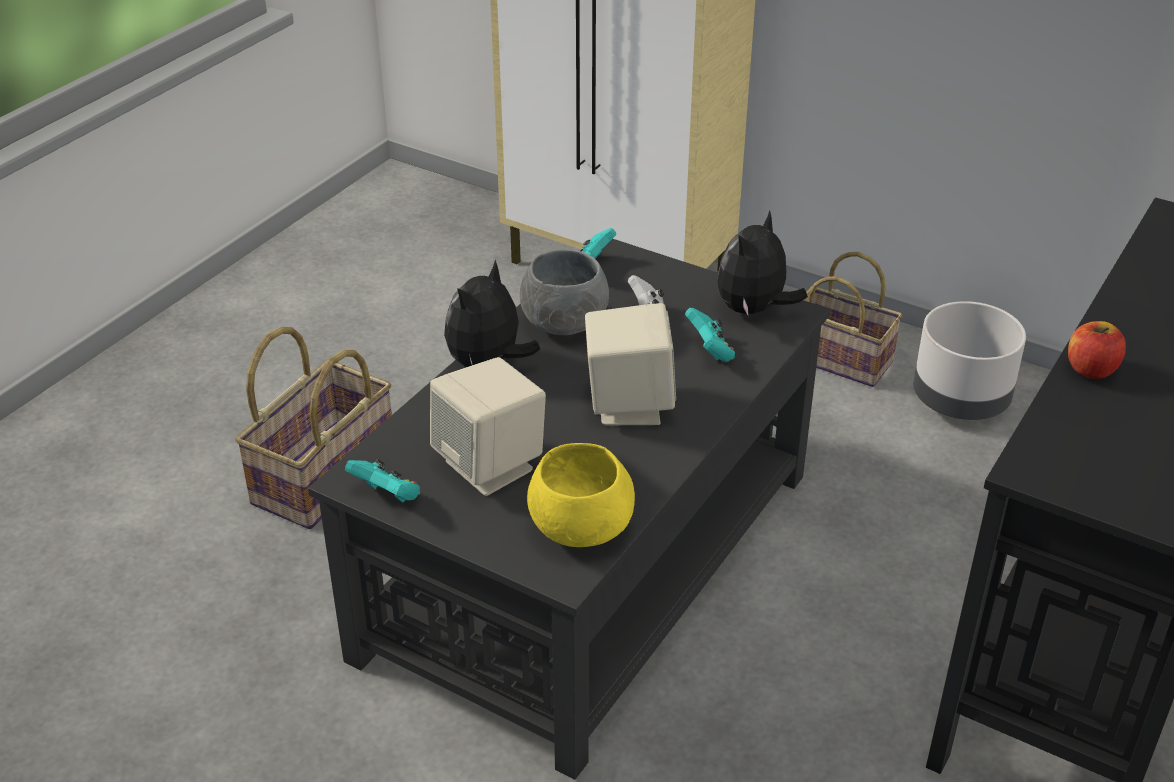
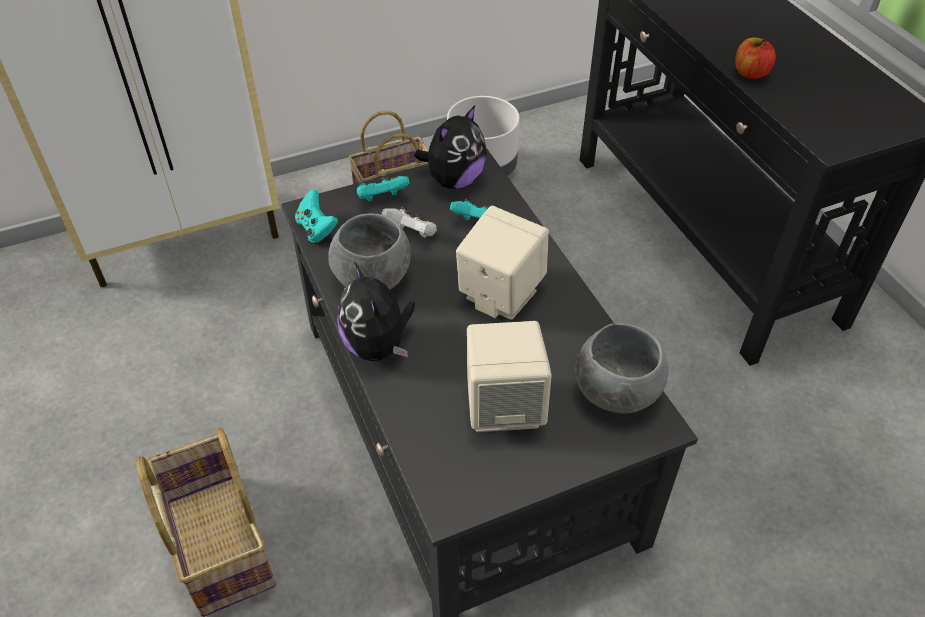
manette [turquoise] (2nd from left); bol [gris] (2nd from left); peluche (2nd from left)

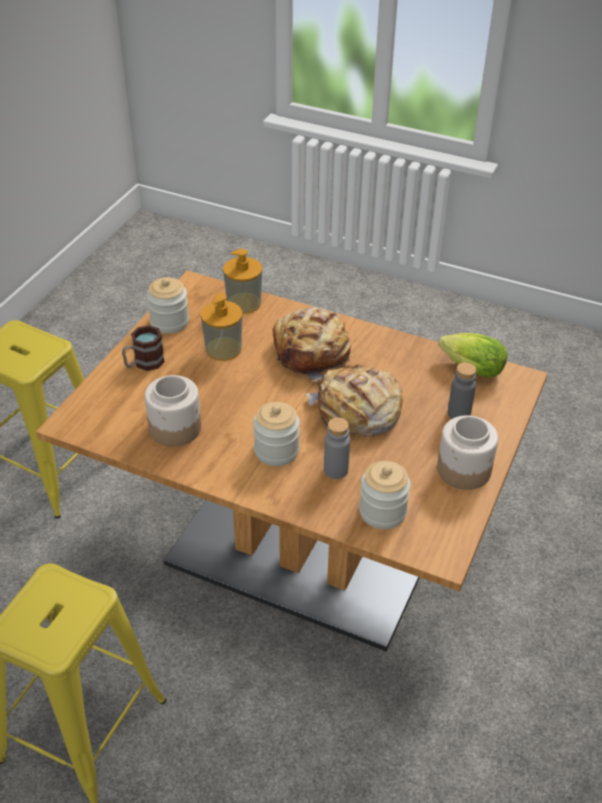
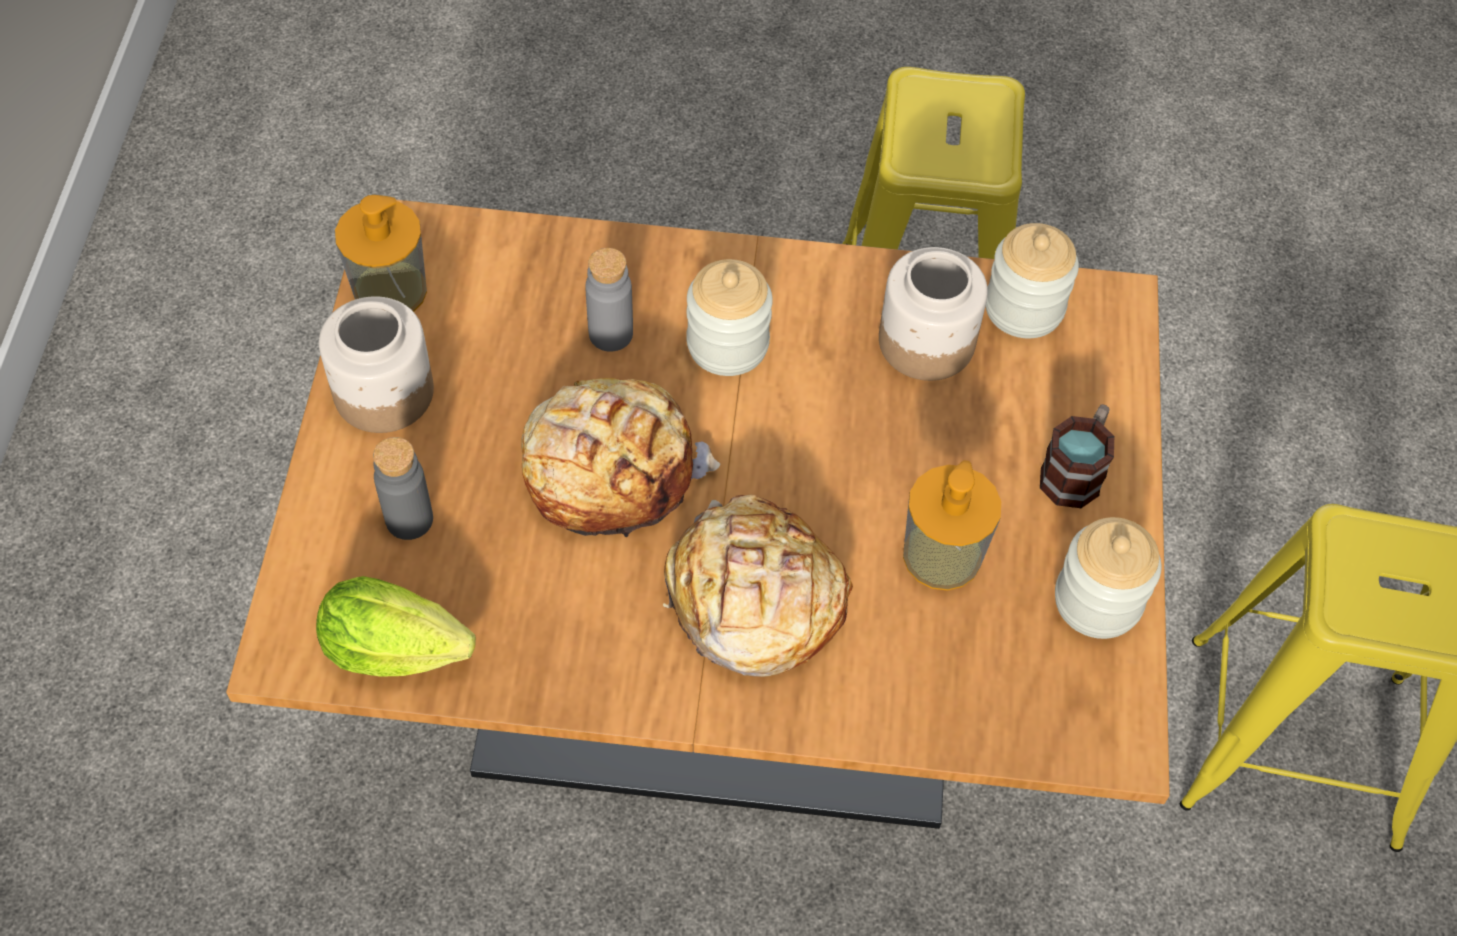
distributeur de savon (1st from left); bocal (4th from left)

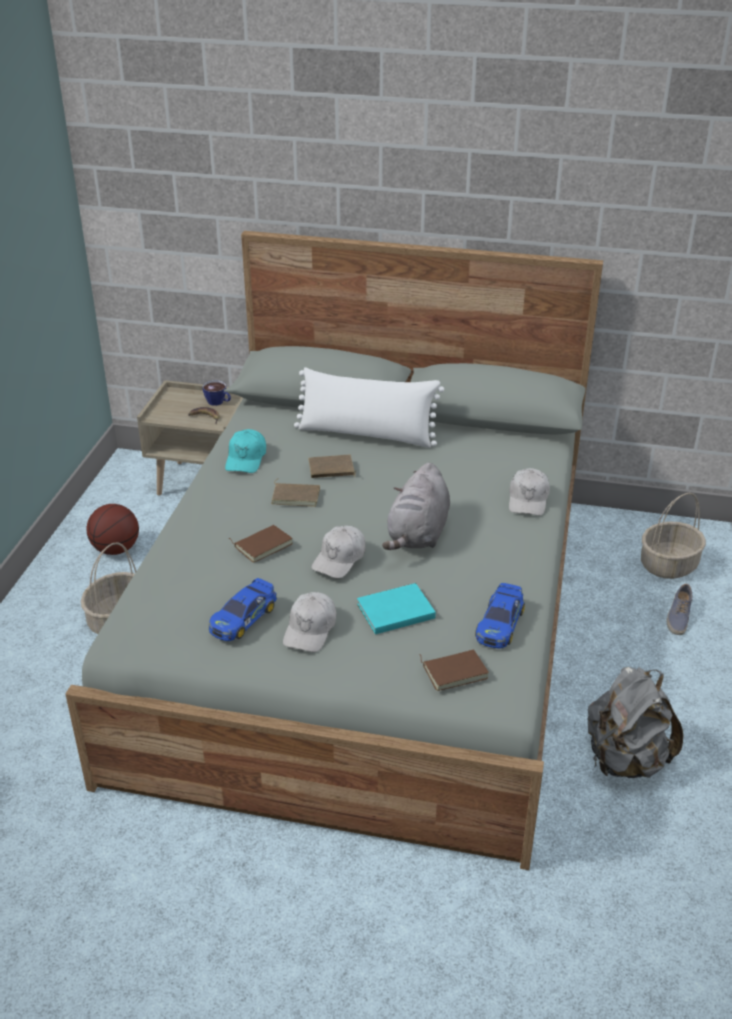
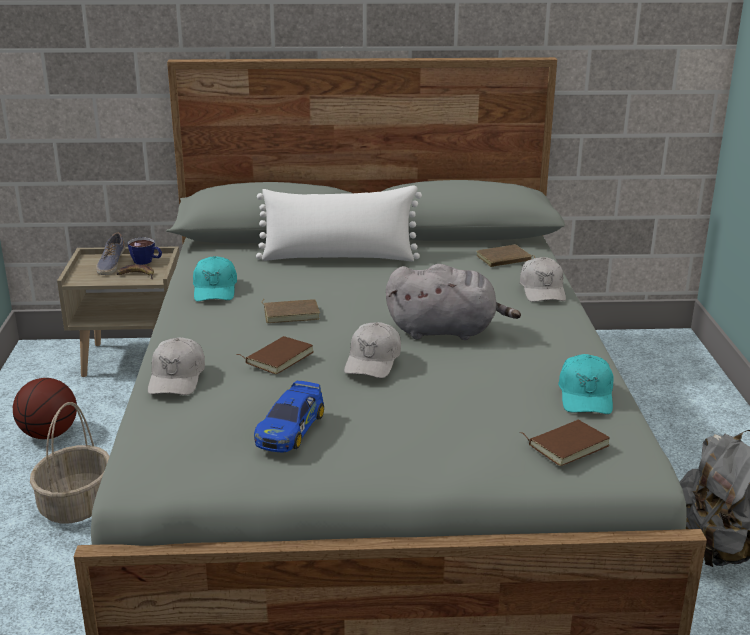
livre [turquoise]; panier (2nd from left in the first image); casquette [blanc] (1st from left); livre [marron] (3rd from left); chaussure; casquette [turquoise] (2nd from left); peluche [gris]

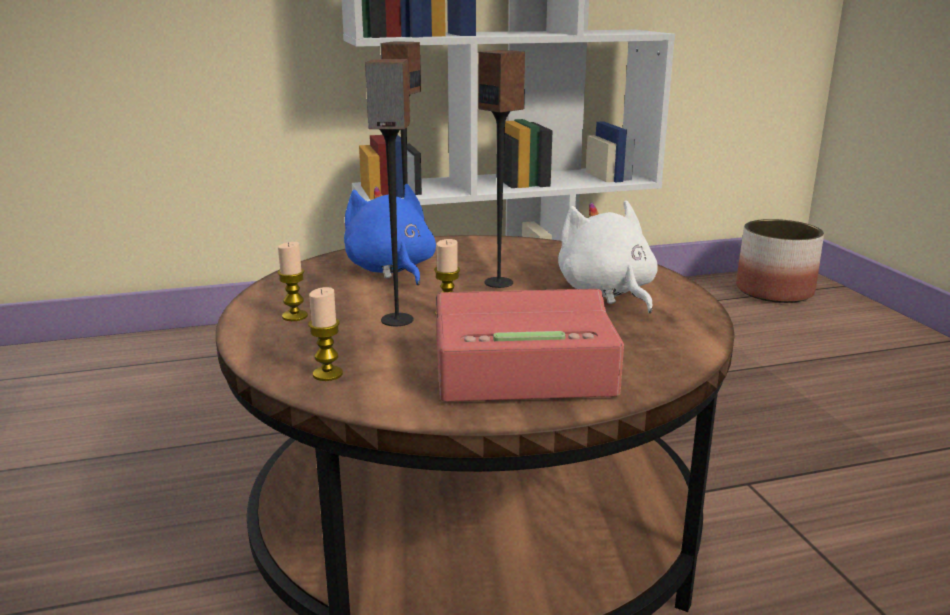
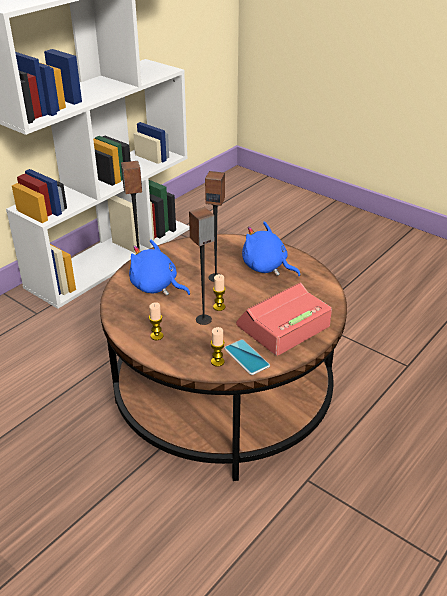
cache-pot; téléphone; peluche [bleu] (2nd from left)

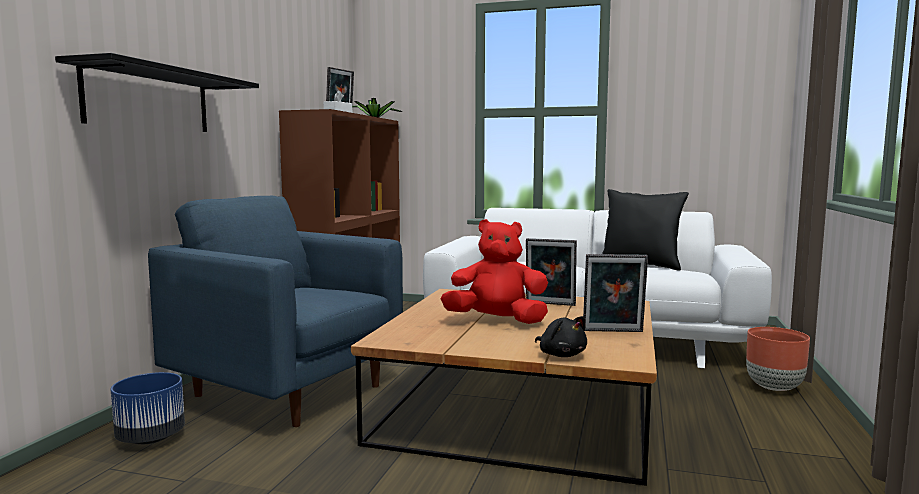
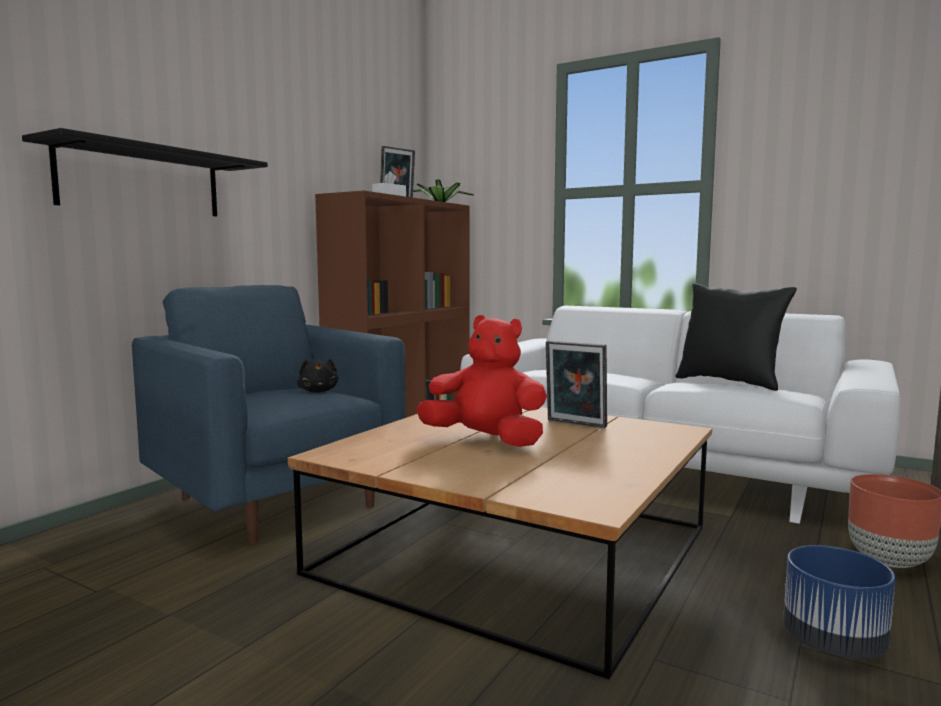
cadre photo (3rd from left in the first image); cache-pot [bleu]; peluche [noir]

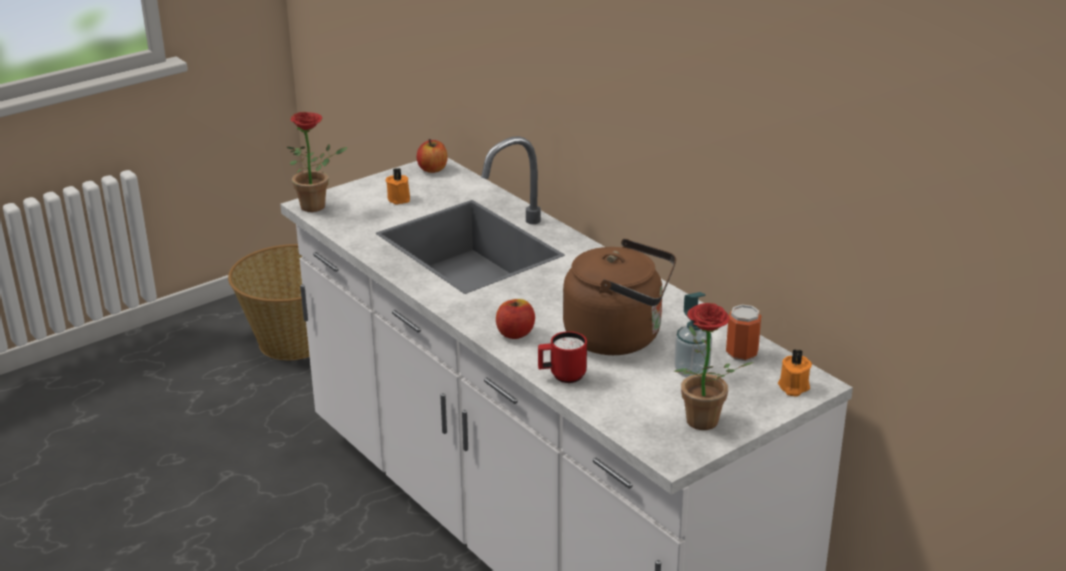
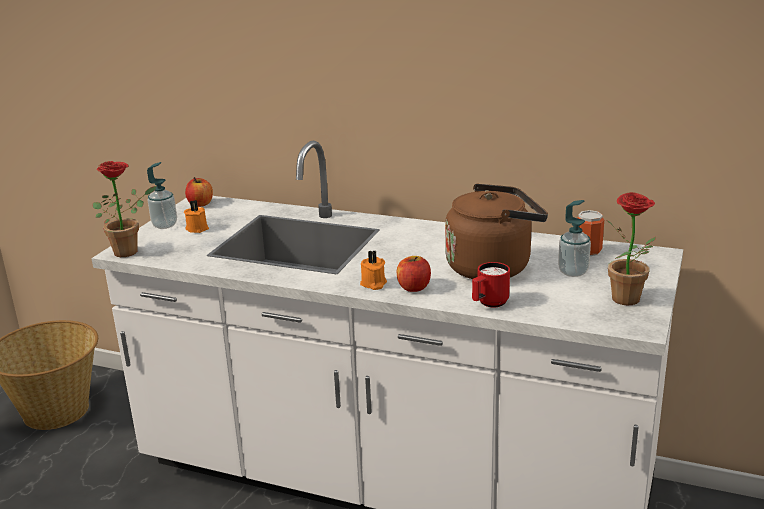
distributeur de savon (1st from left); bougie [orange] (2nd from left)

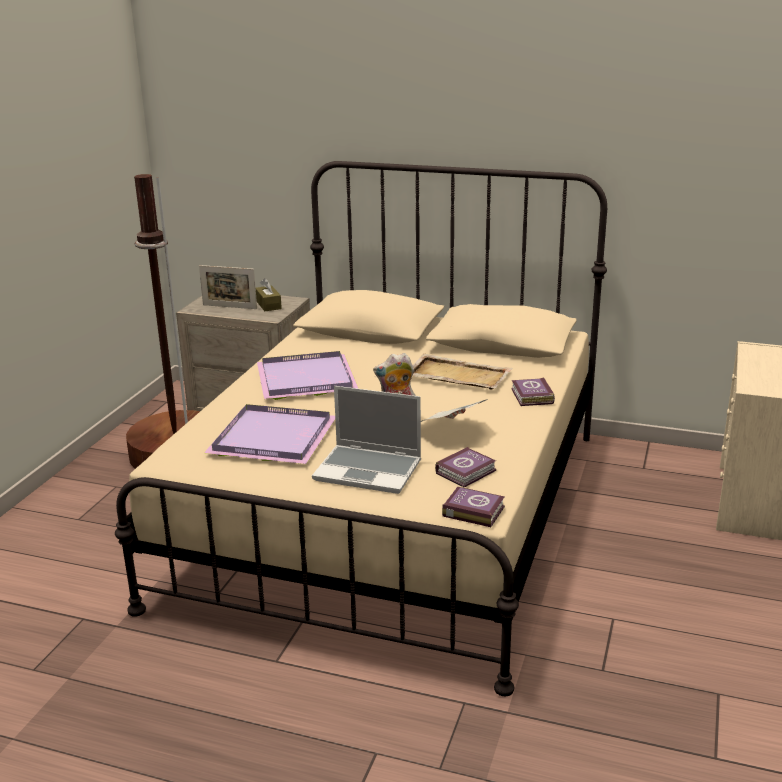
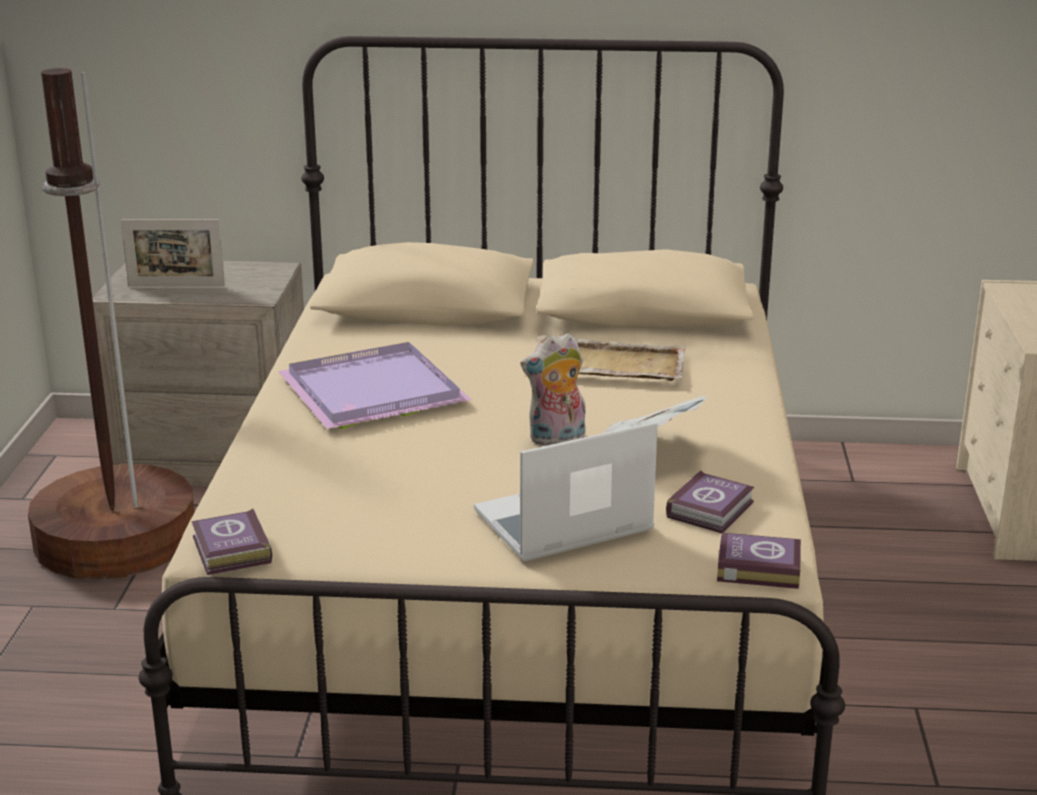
plateau [violet] (1st from left in the first image); boîte à mouchoirs [marron]; livre (1st from left); ordinateur portable

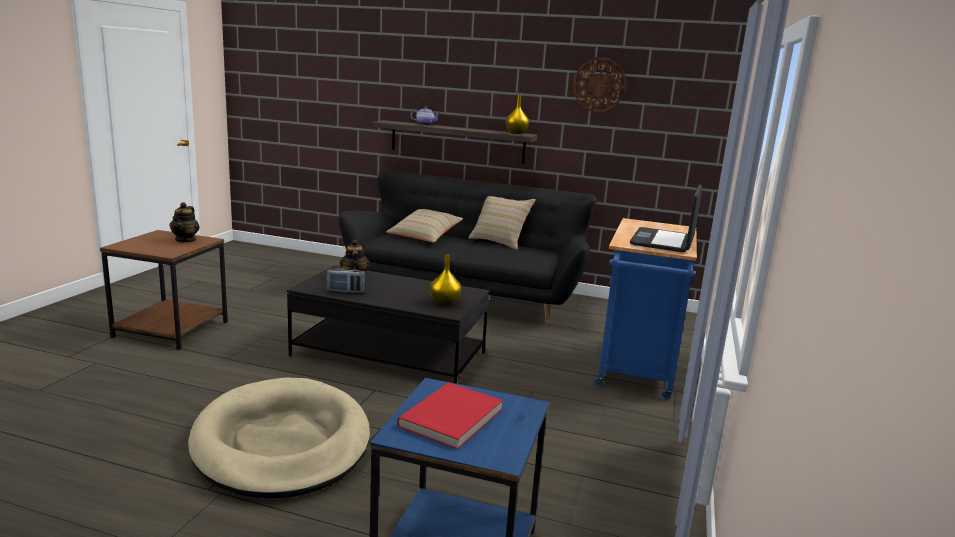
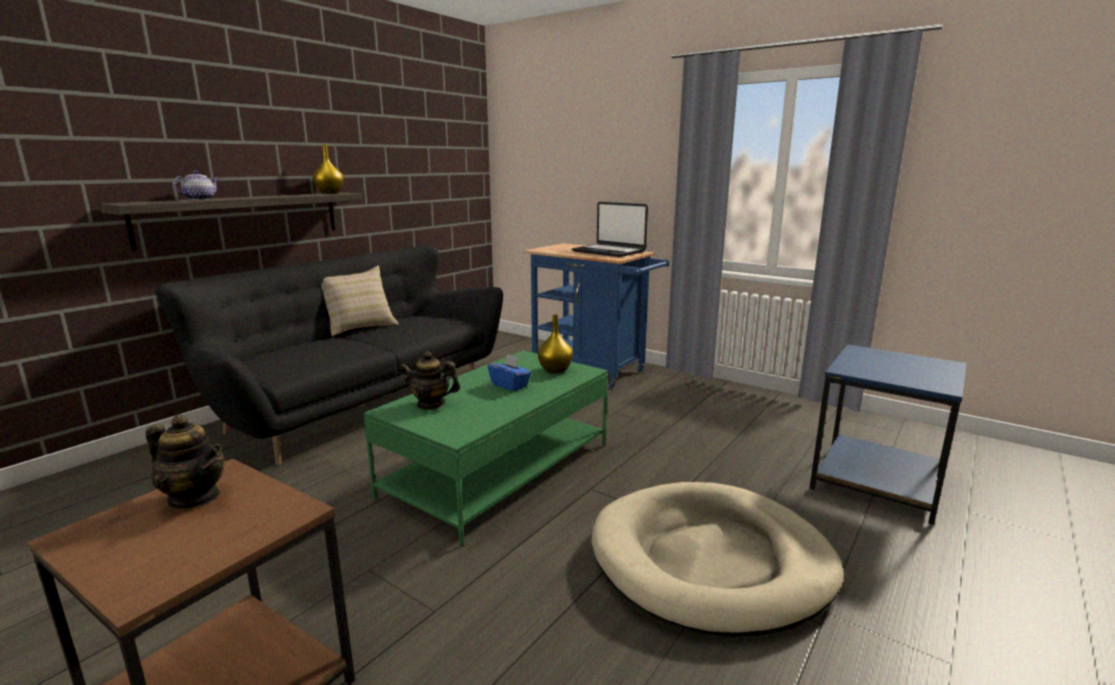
radio; coussin [beige] (1st from left in the first image); livre [rouge]; horloge murale; boîte à mouchoirs [bleu]; table basse [vert]

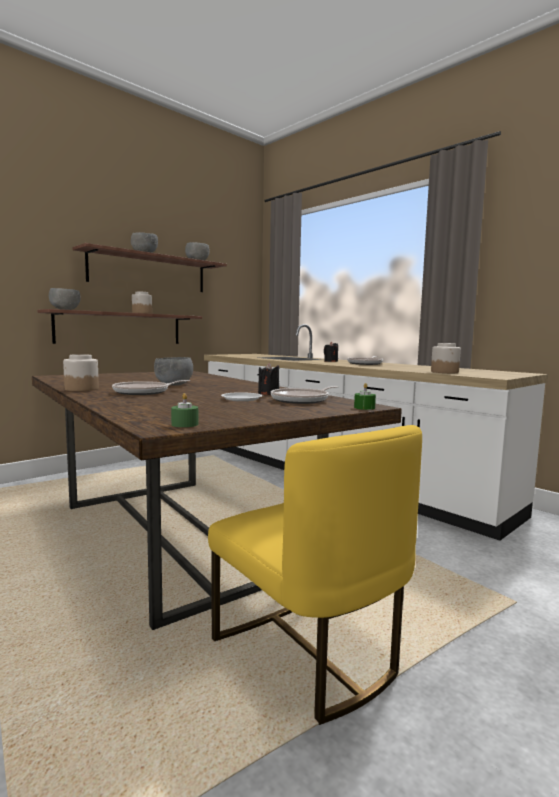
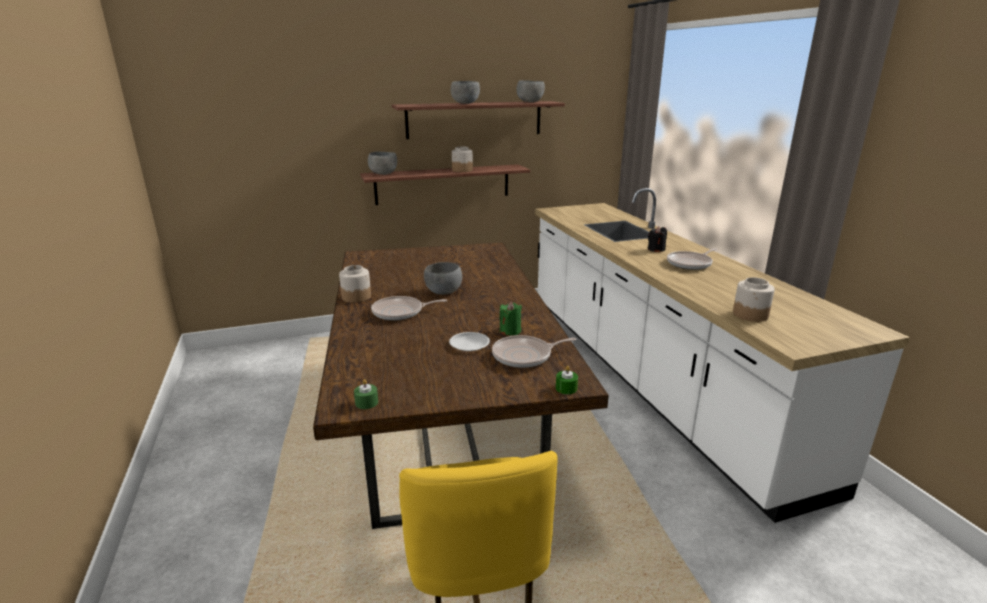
bougie [vert] (2nd from left)

